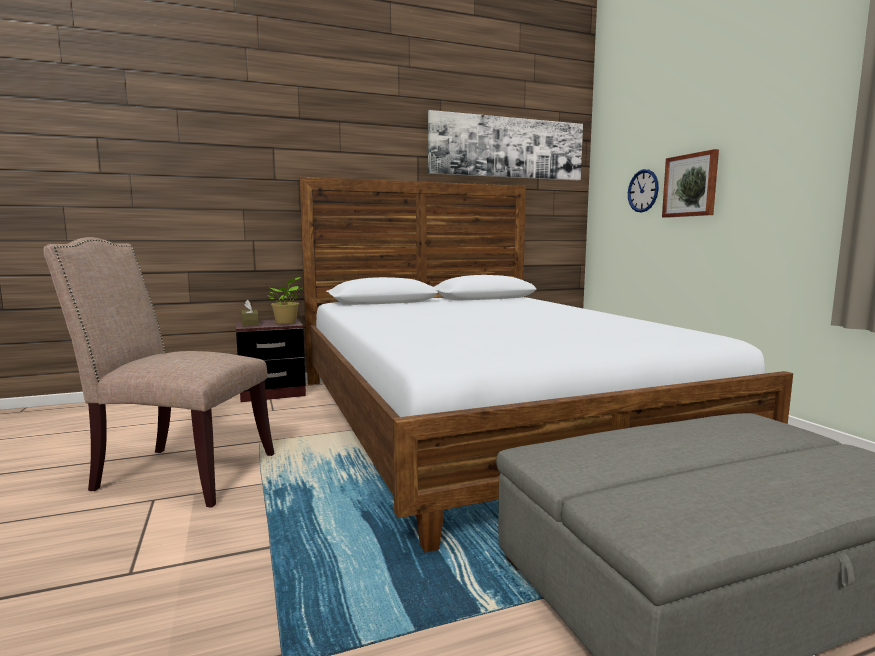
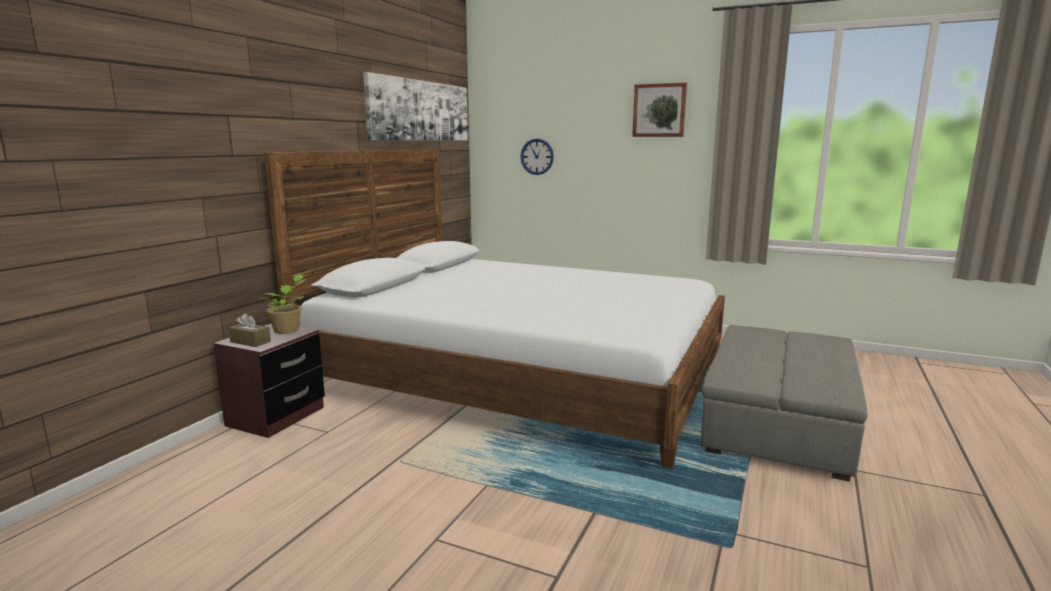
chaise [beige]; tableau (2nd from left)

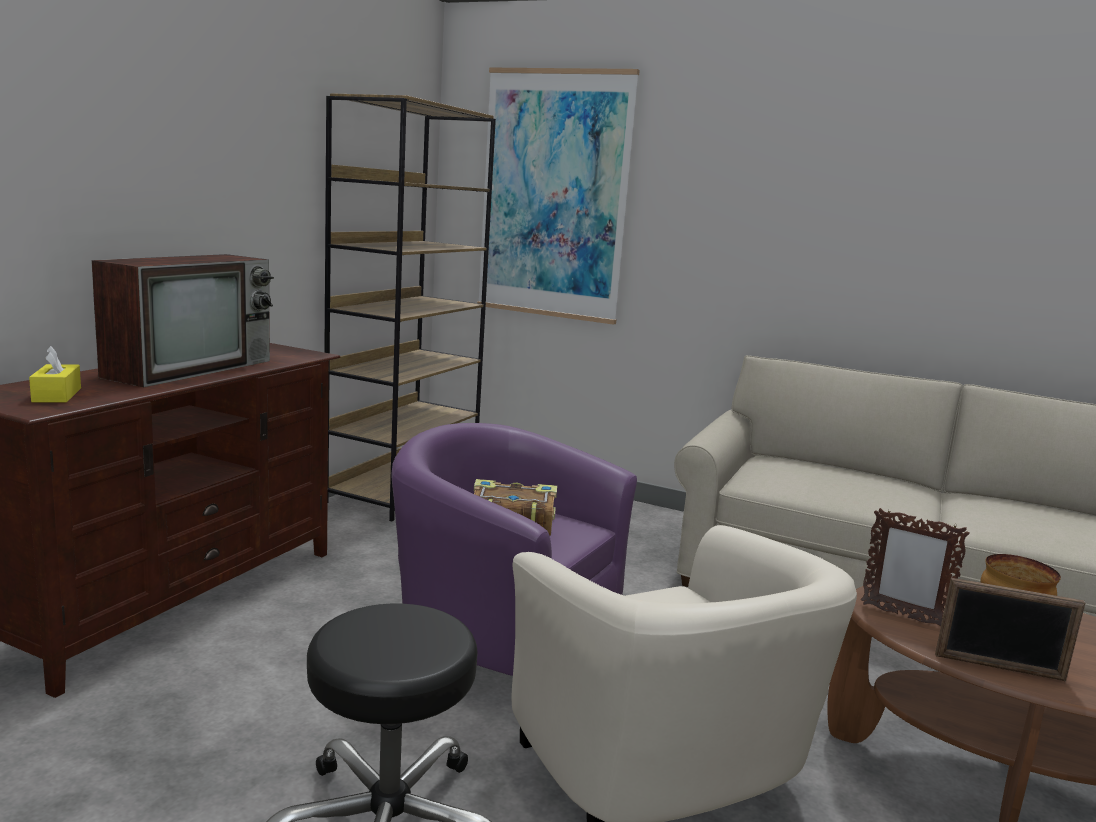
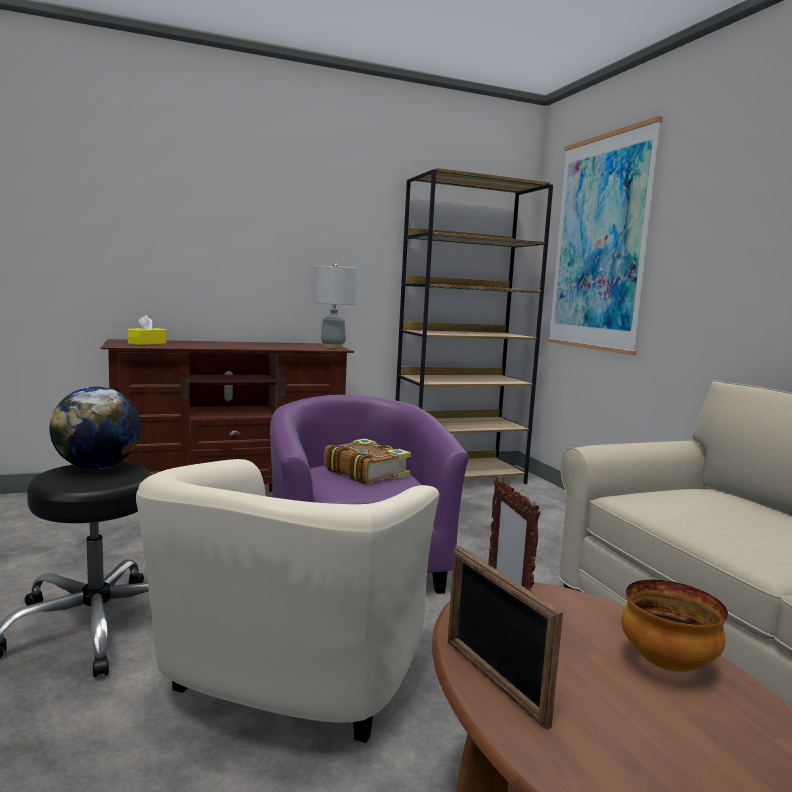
téléviseur; globe; lampe de table [gris]

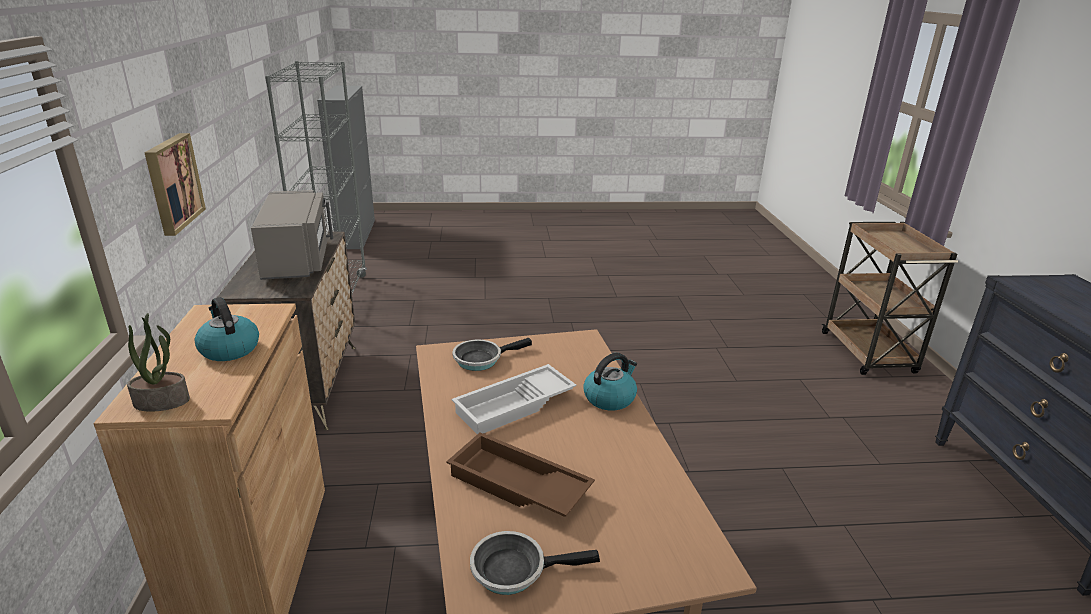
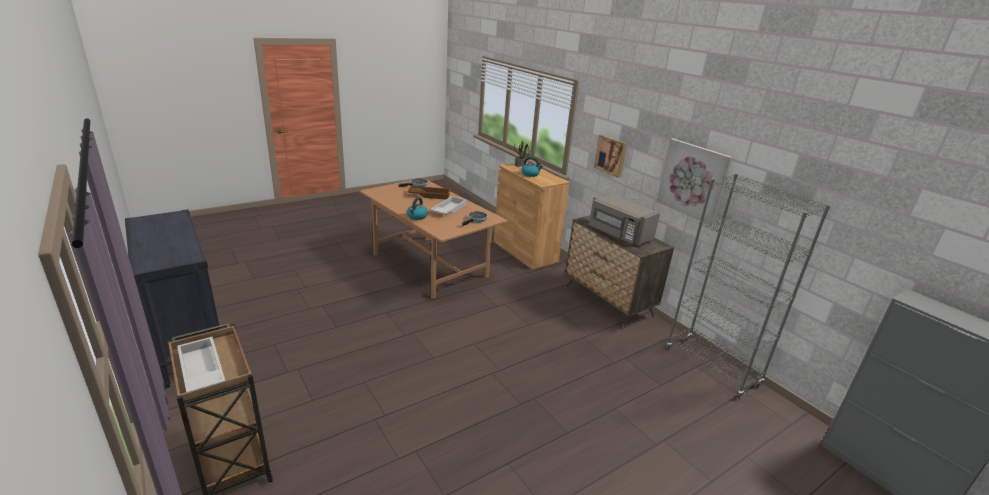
plateau [blanc] (1st from left); tableau (2nd from left)

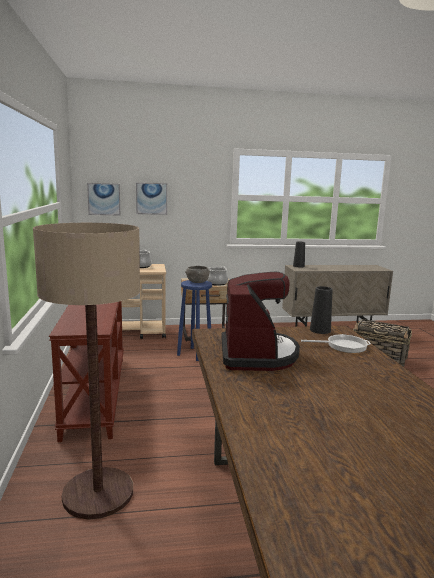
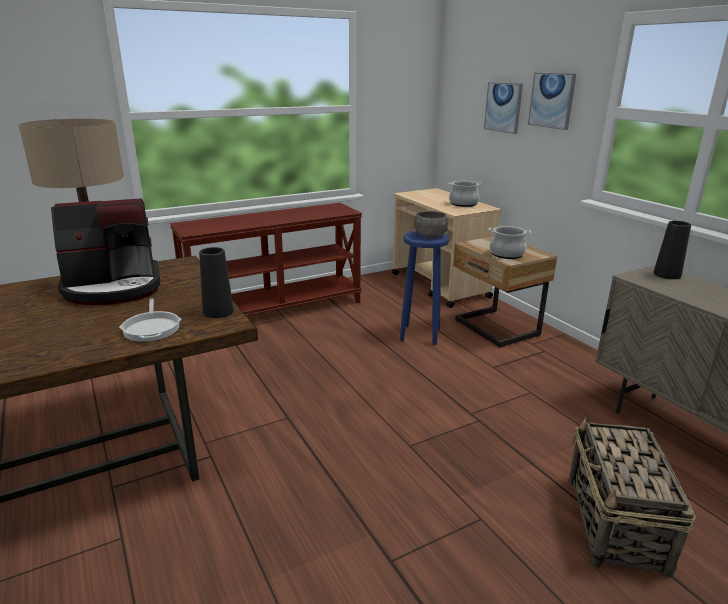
tableau (2nd from left)

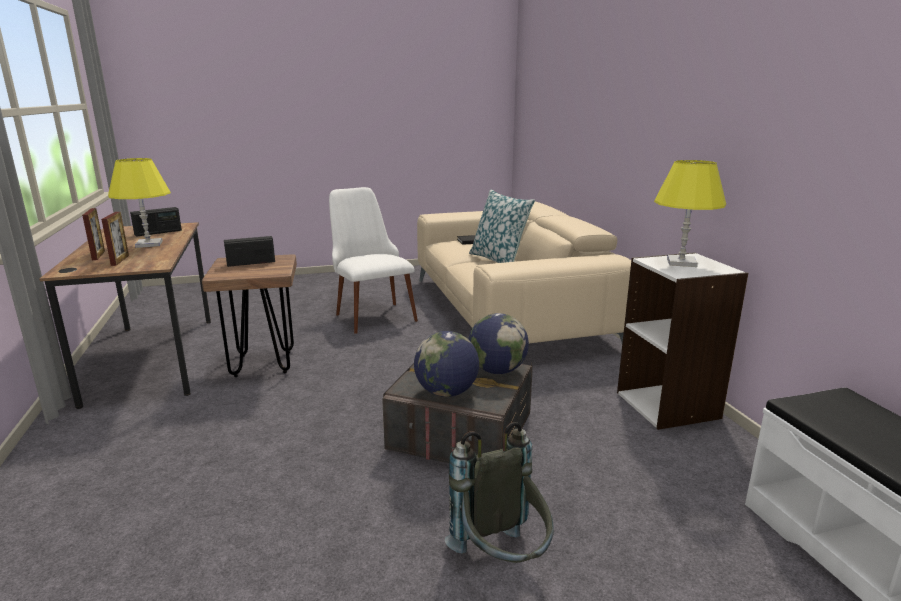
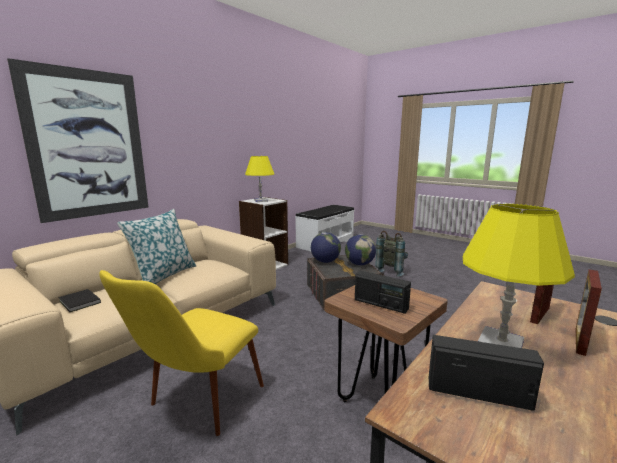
tableau; chaise [jaune]

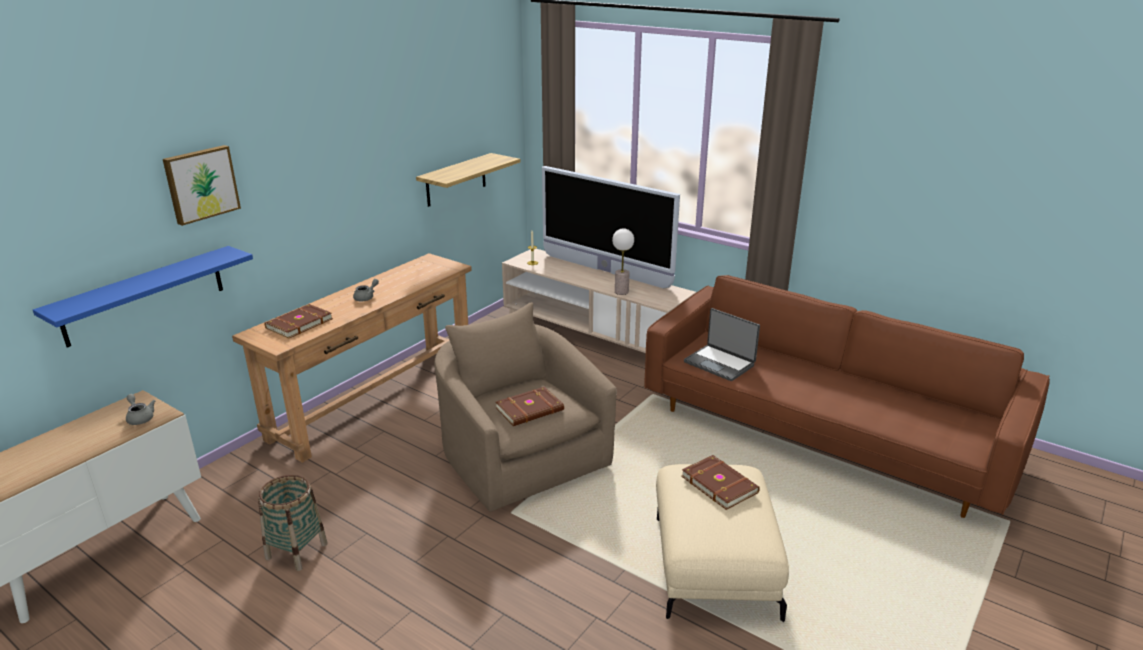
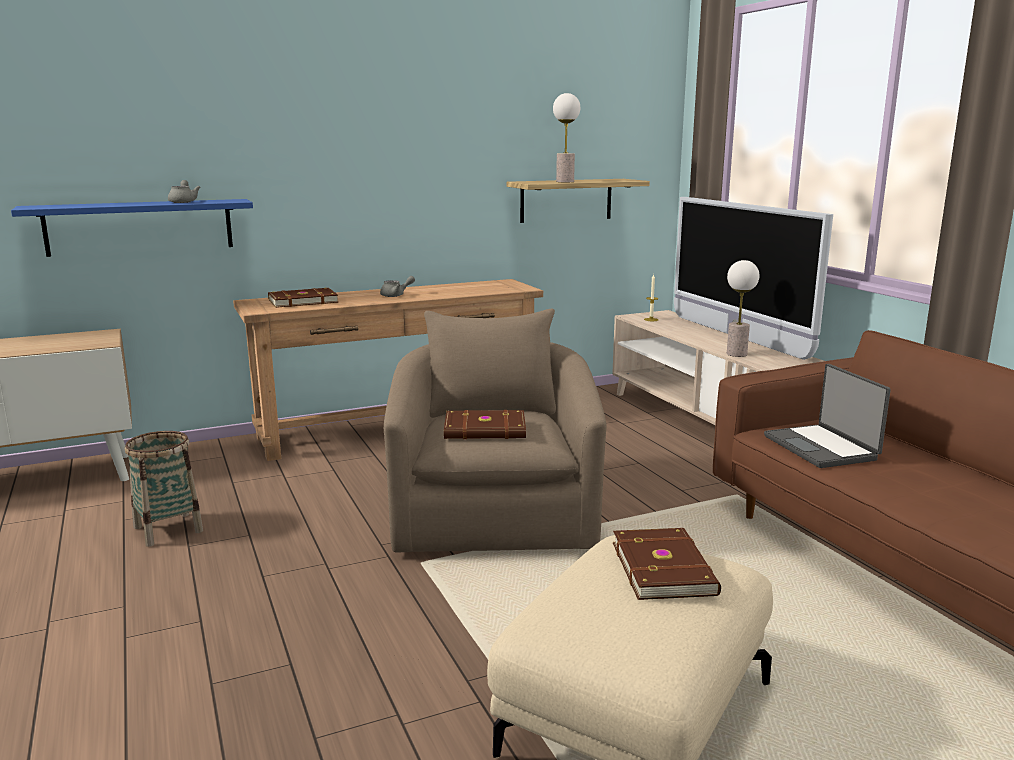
tableau; lampe de table (1st from left); théière [gris] (1st from left)

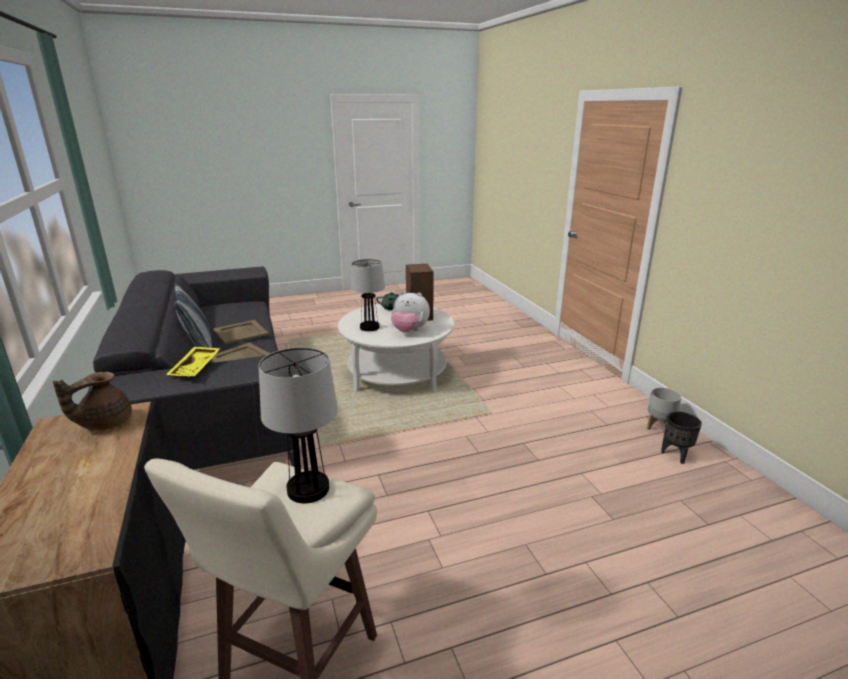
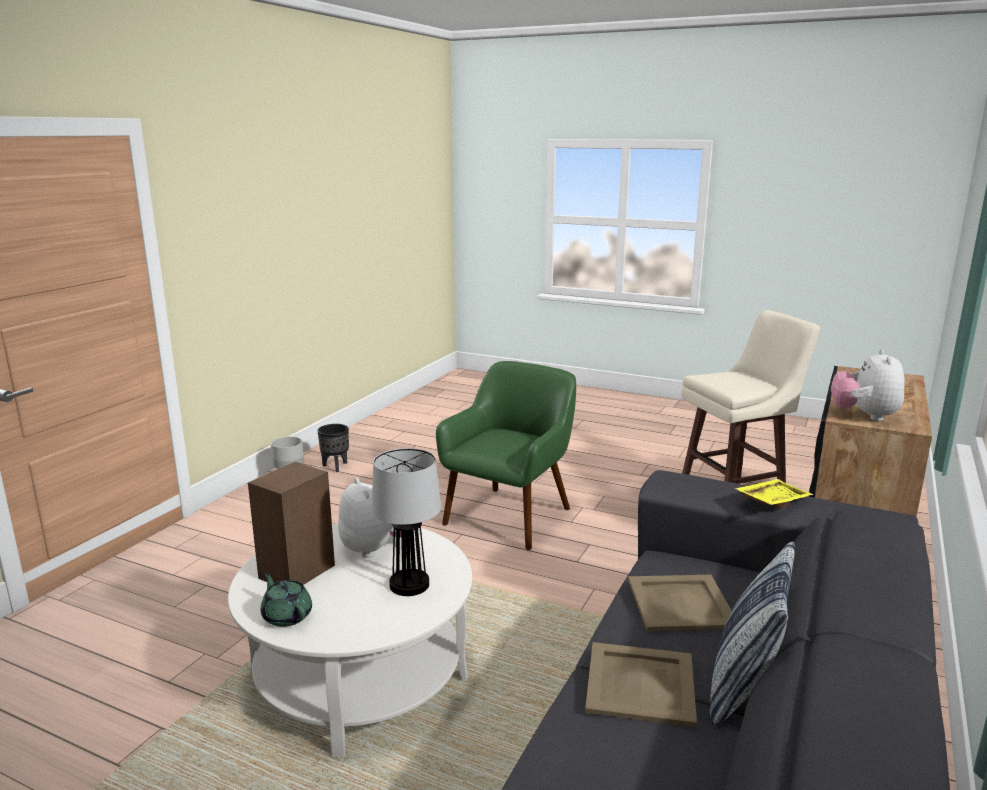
lampe de table (1st from left in the first image); fauteuil [vert]; peluche (2nd from left)

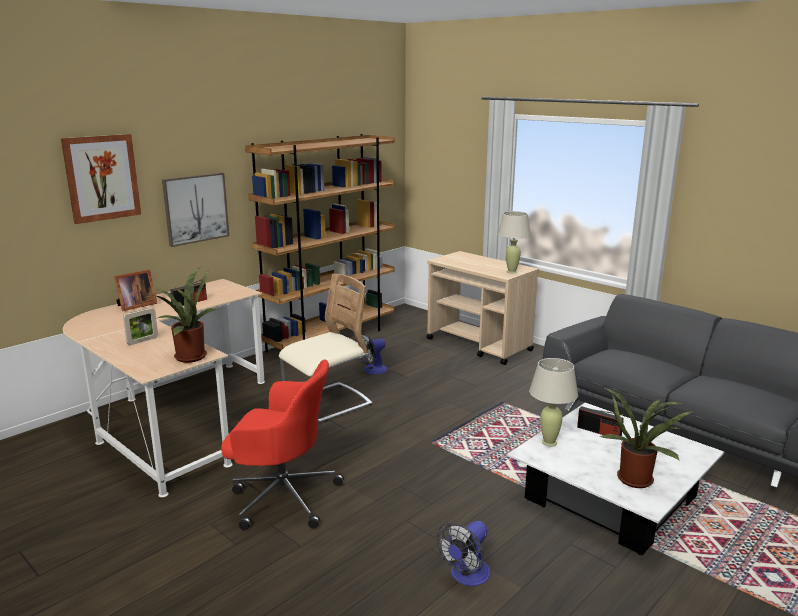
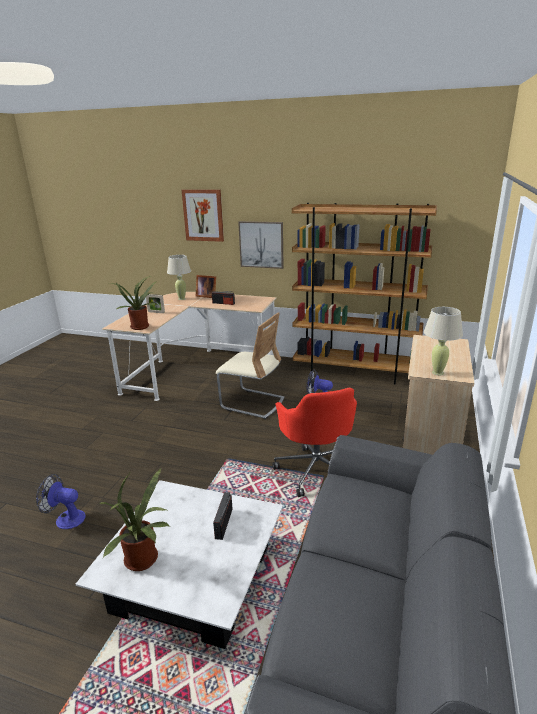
chaise de bureau [rouge]; lampe de table [beige] (1st from left)

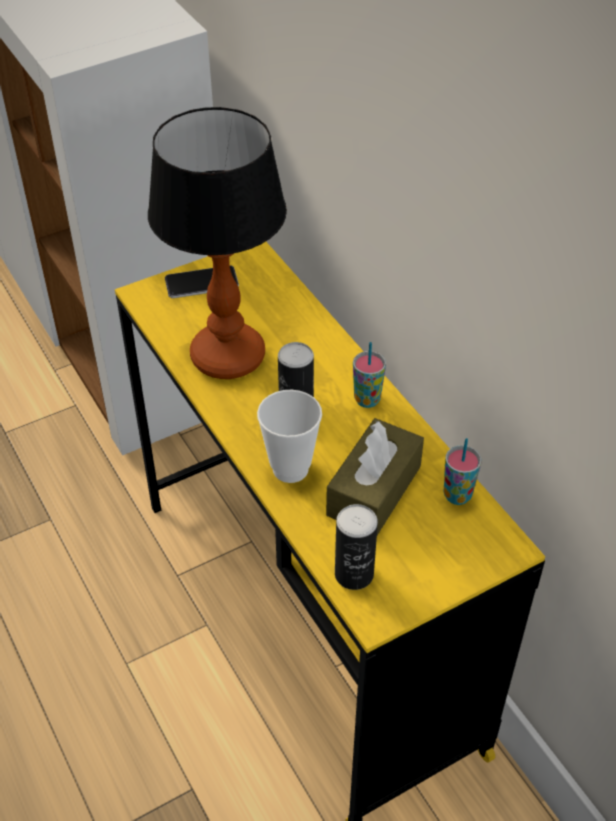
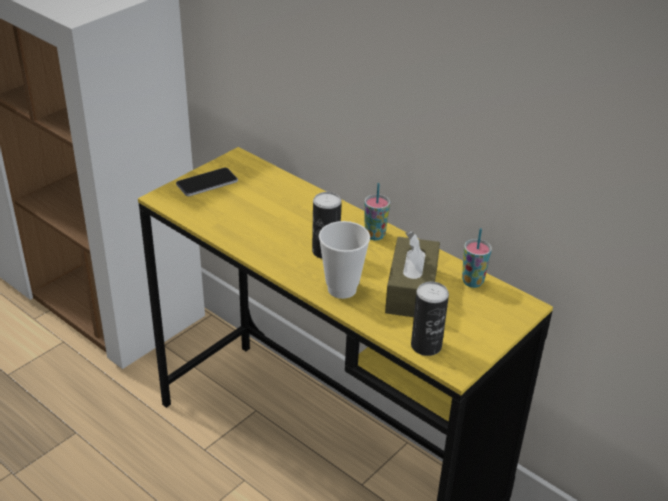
lampe de table

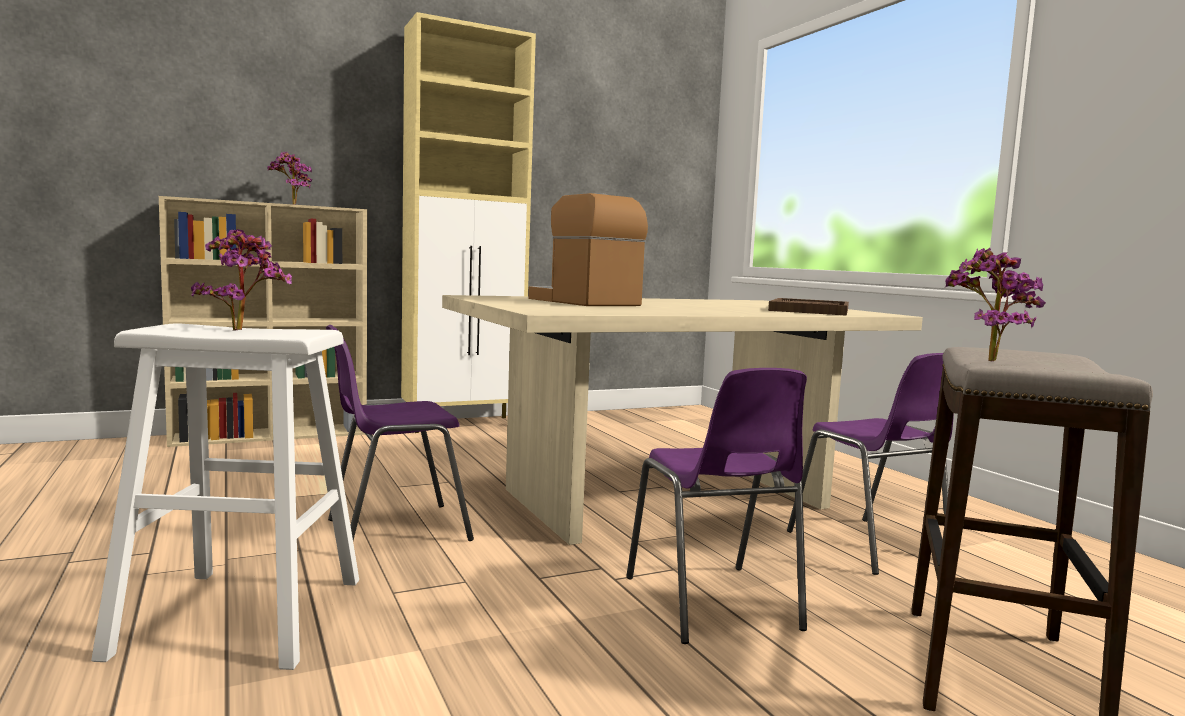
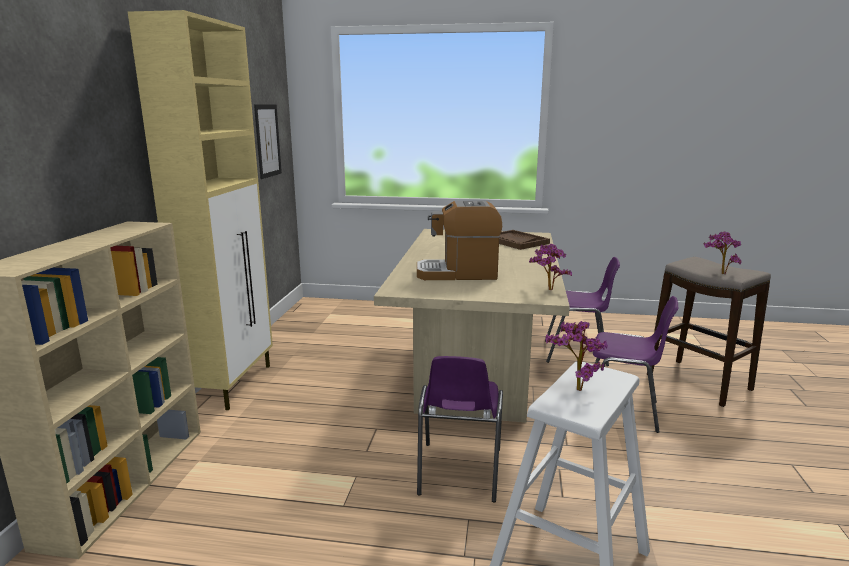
tableau; plante en pot (1st from left)

